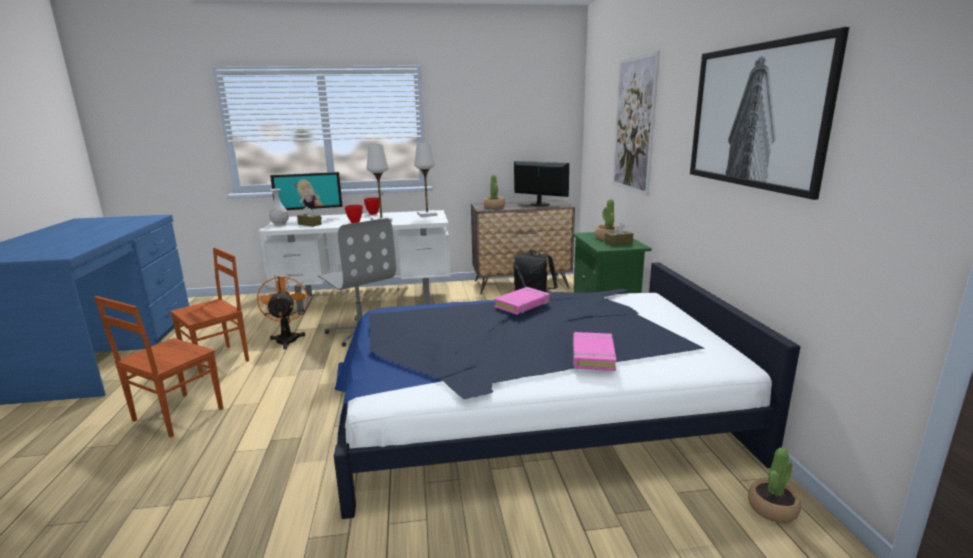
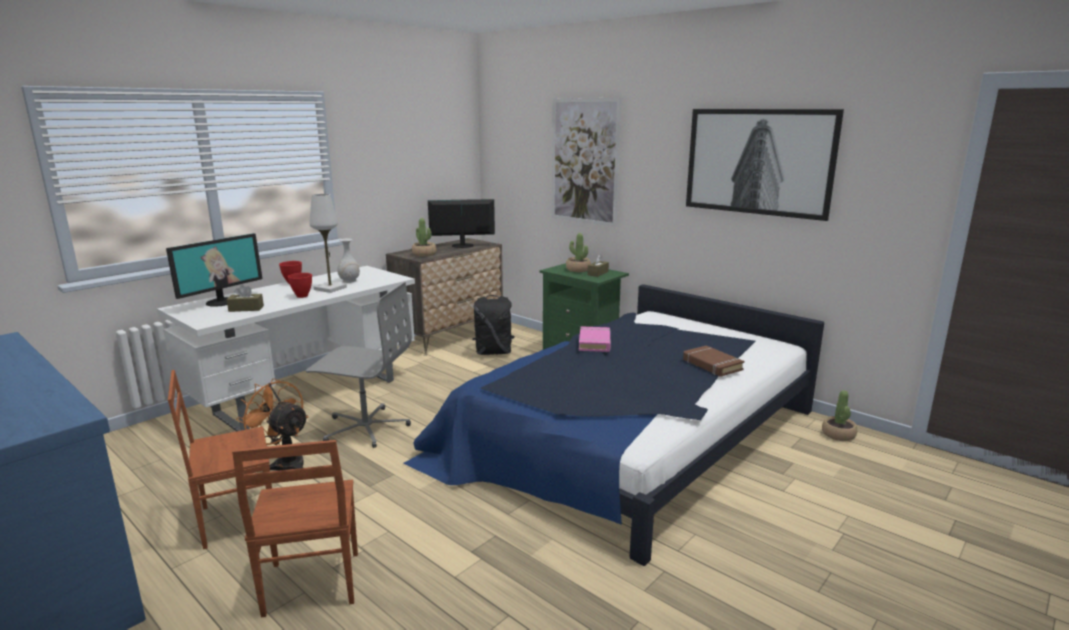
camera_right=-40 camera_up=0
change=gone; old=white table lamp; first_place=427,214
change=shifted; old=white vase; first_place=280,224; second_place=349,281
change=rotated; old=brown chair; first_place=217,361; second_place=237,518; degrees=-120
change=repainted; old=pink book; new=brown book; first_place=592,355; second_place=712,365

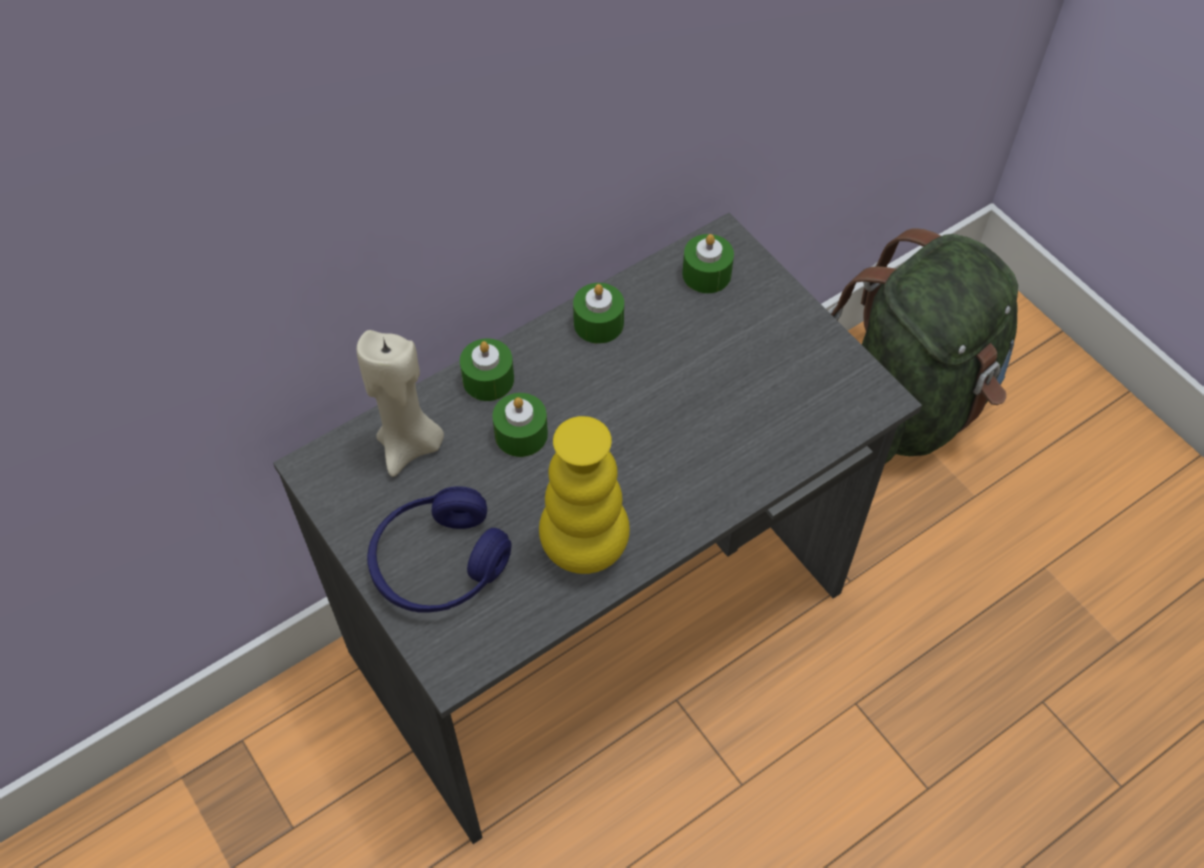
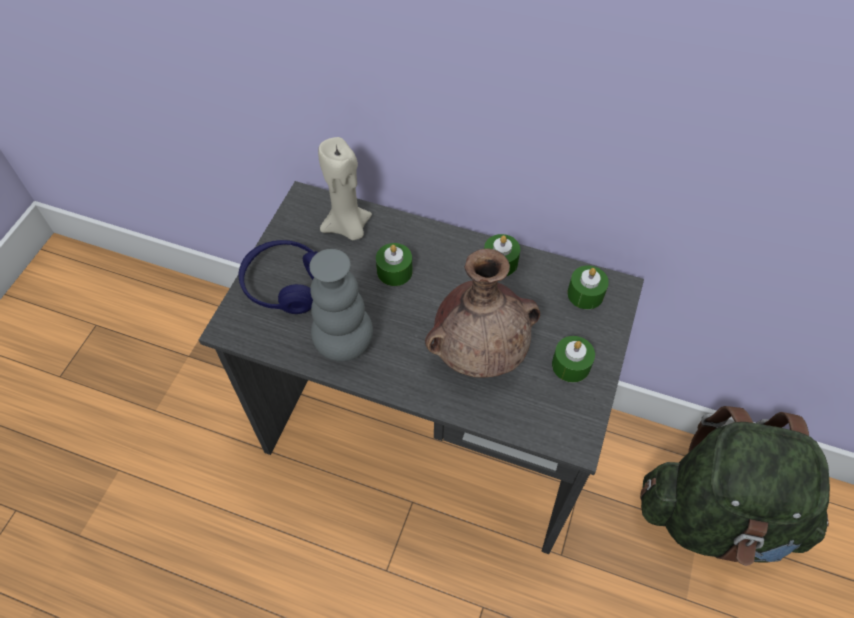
camera_right=55 camera_up=0
change=shifted; old=green candle; first_place=488,379; second_place=571,365
change=repainted; old=yellow vase; new=grey vase; first_place=584,547; second_place=344,344
change=new; new=brown vase; second_place=481,353

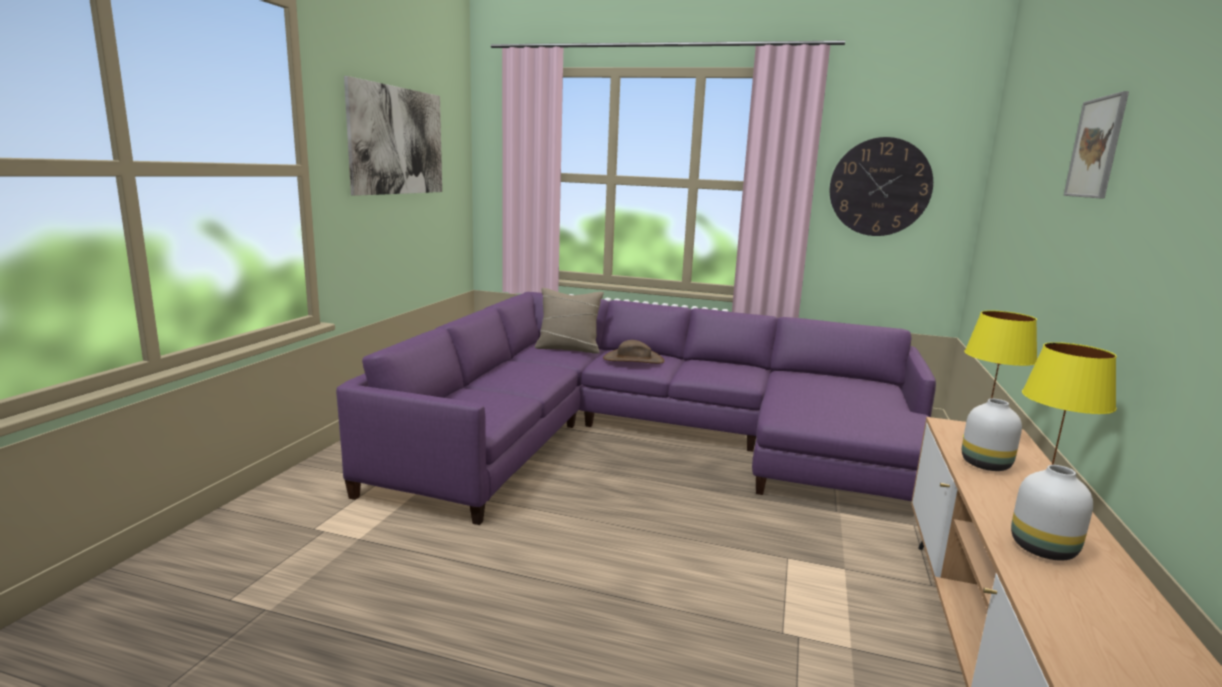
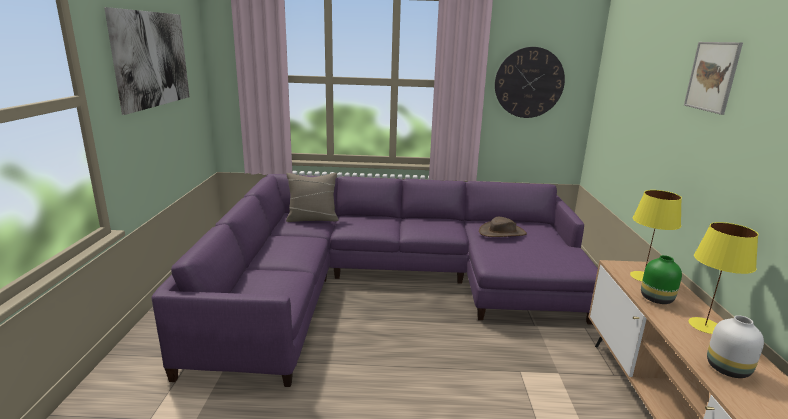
camera_right=-15 camera_up=5
change=shifted; old=brown hat; first_place=633,360; second_place=502,232
change=repainted; old=white vase; new=green vase; first_place=984,464; second_place=655,299

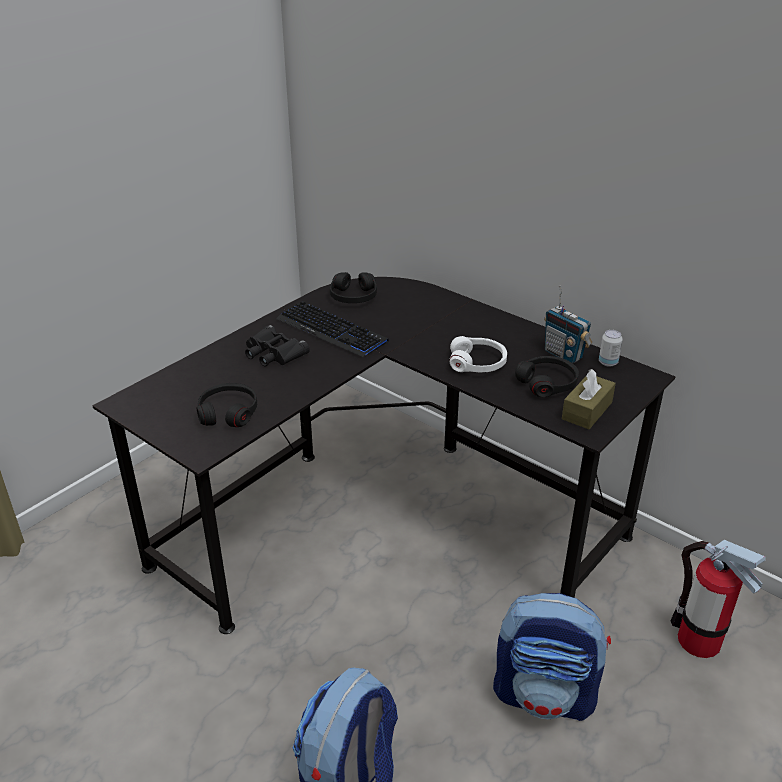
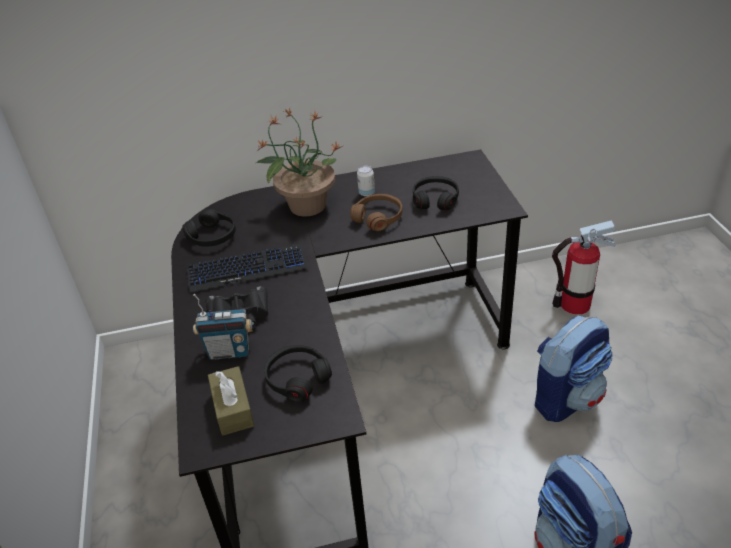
camera_right=-50 camera_up=5
change=shifted; old=radio; first_place=563,354; second_place=229,351
change=shifted; old=can; first_place=608,362; second_place=366,193
change=repainted; old=white headphones; new=brown headphones; first_place=477,363; second_place=378,217
change=shifted; old=brown tissue box; first_place=587,410; second_place=233,408
change=new; new=potted plant; second_place=306,205

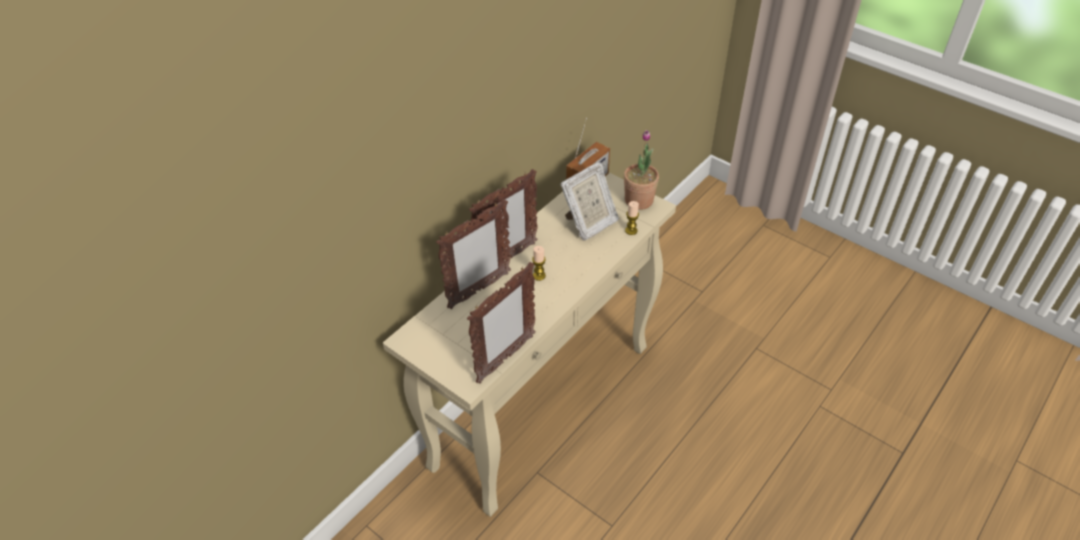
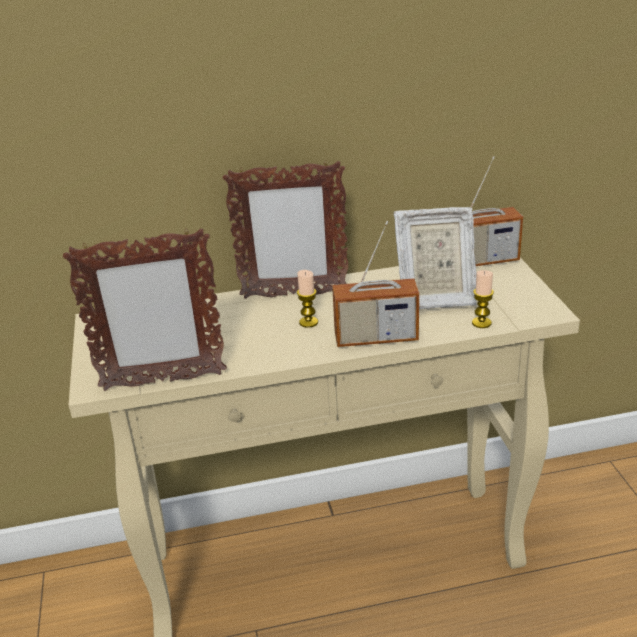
camera_right=40 camera_up=-15
change=gone; old=potted plant; first_place=639,200
change=gone; old=picture frame; first_place=478,290
change=new; new=radio; second_place=376,338

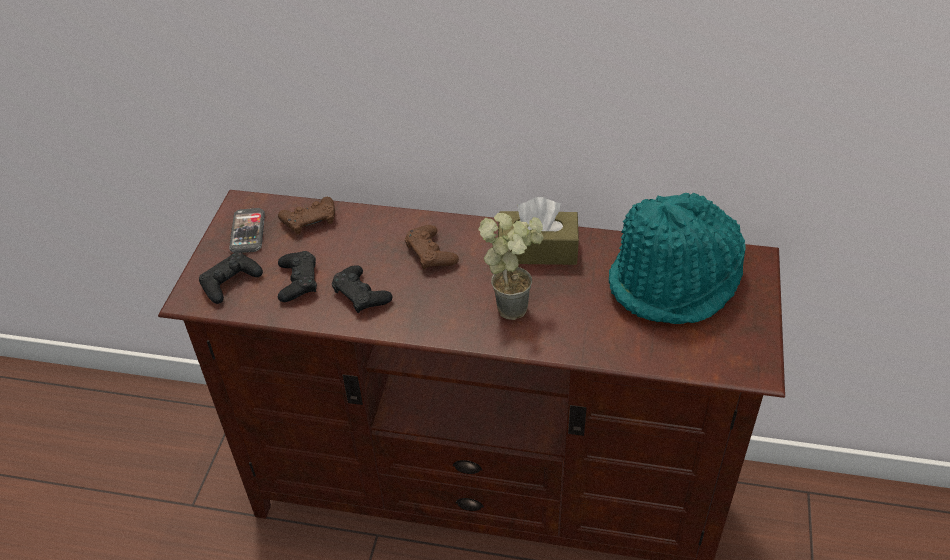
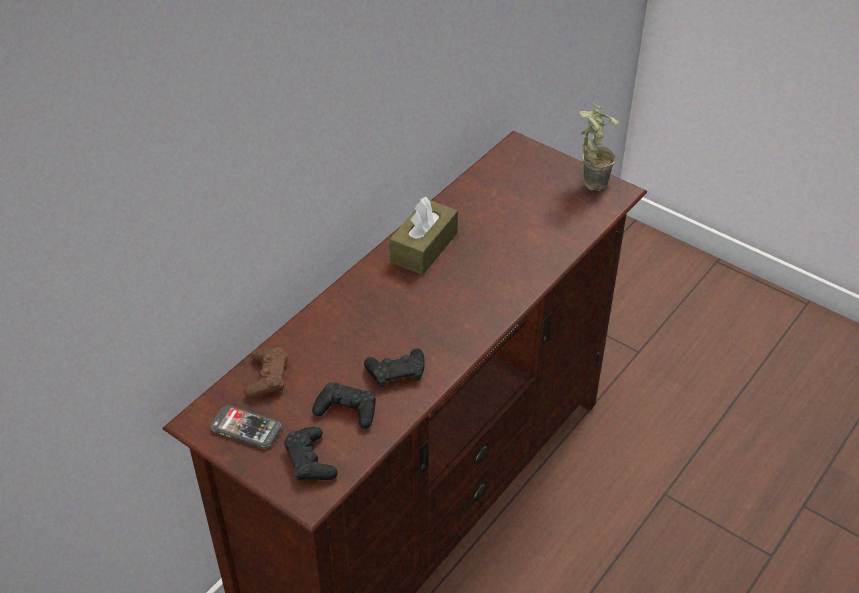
camera_right=-65 camera_up=0
change=gone; old=turquoise hat; first_place=675,282
change=shifted; old=potted plant; first_place=514,303; second_place=589,180
change=gone; old=brown game controller; first_place=430,253

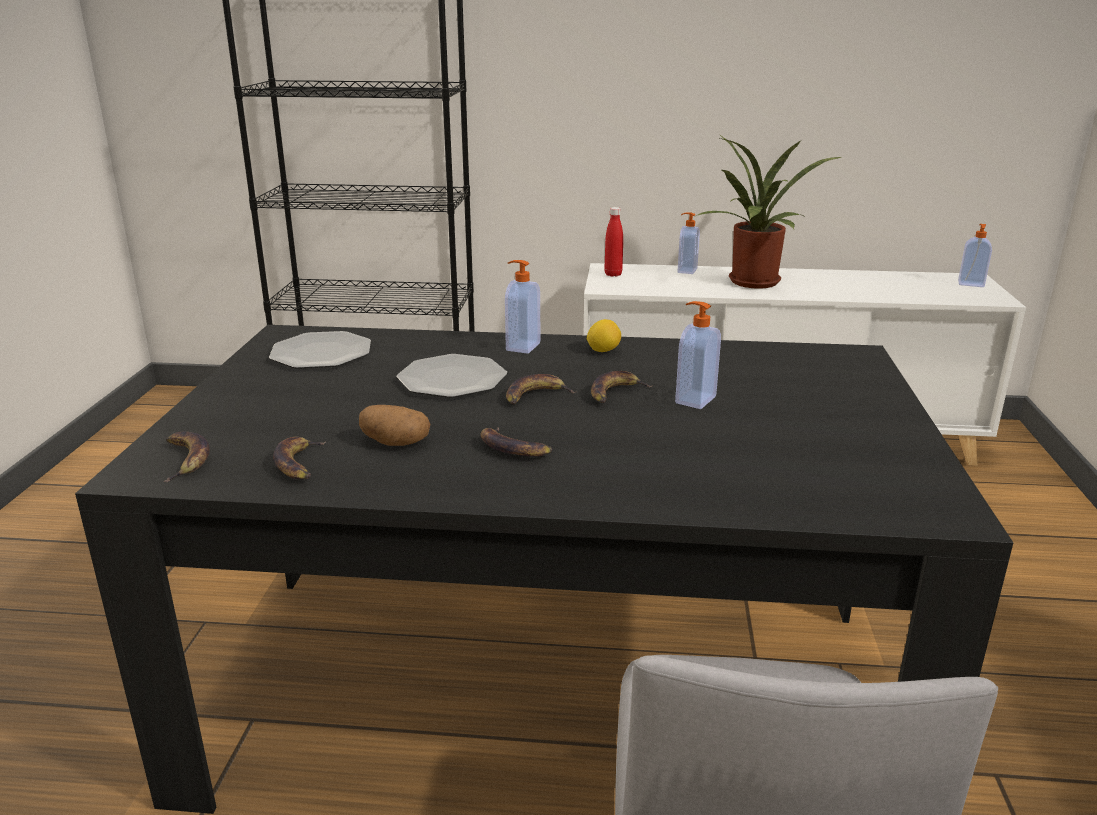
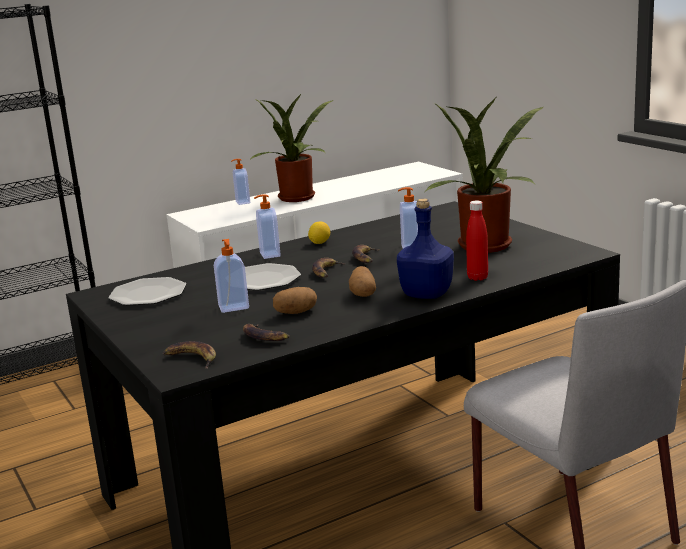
camera_right=-35 camera_up=-5
change=shifted; old=red bottle; first_place=613,274; second_place=477,277
change=shifted; old=soap dispenser; first_place=971,284; second_place=234,308
change=swapped; old=banana; new=potato; first_place=513,448; second_place=363,293
change=new; new=potted plant; second_place=488,247
change=new; new=blue bottle; second_place=425,294

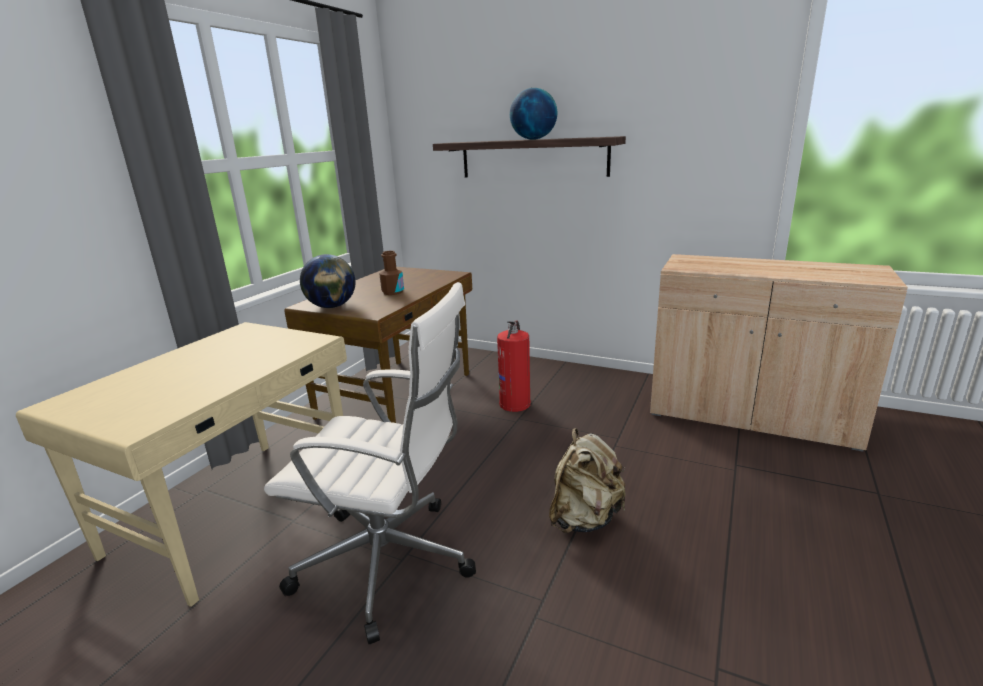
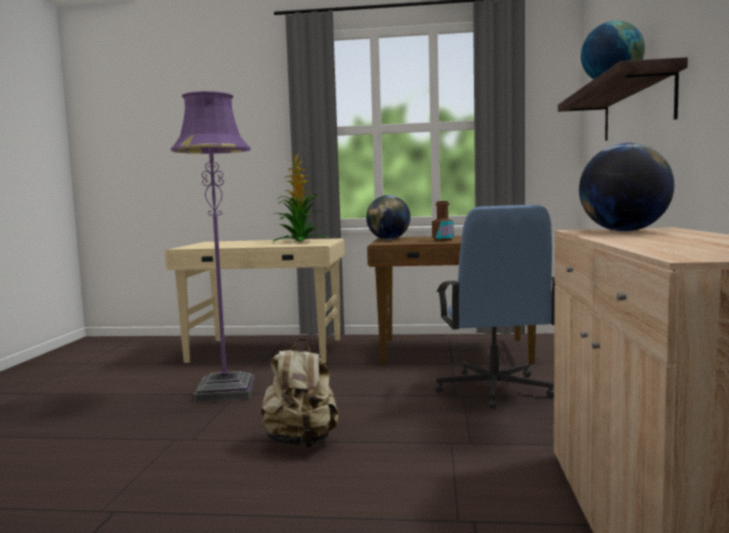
camera_right=70 camera_up=-15
change=swapped; old=white office chair; new=purple floor lamp; first_place=390,563; second_place=225,392
change=swapped; old=fire extinguisher; new=blue office chair; first_place=515,403; second_place=494,389
change=new; new=globe; second_place=624,231
change=new; new=potted plant; second_place=300,242

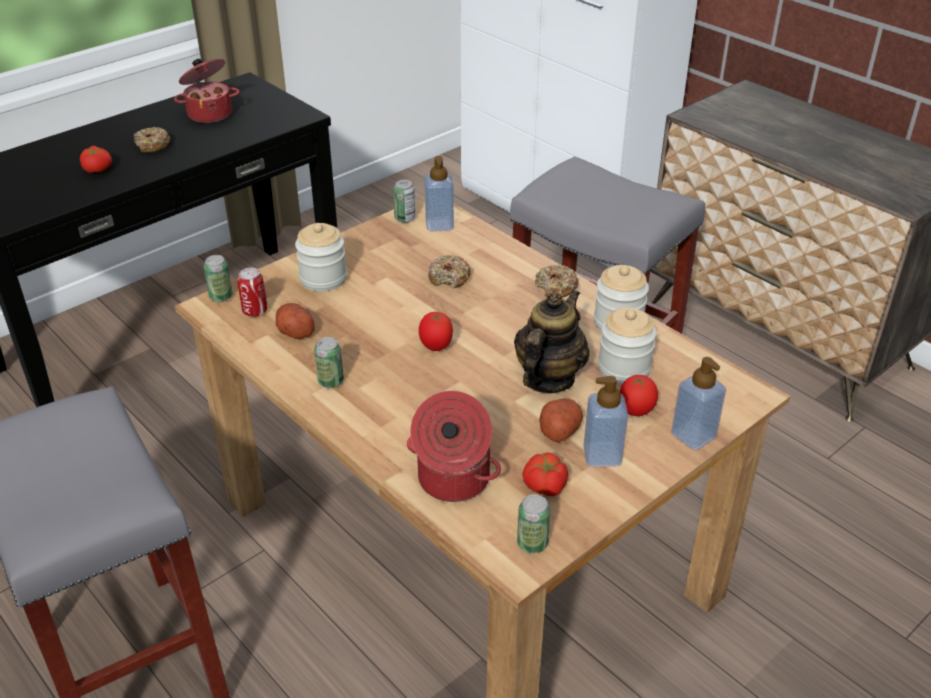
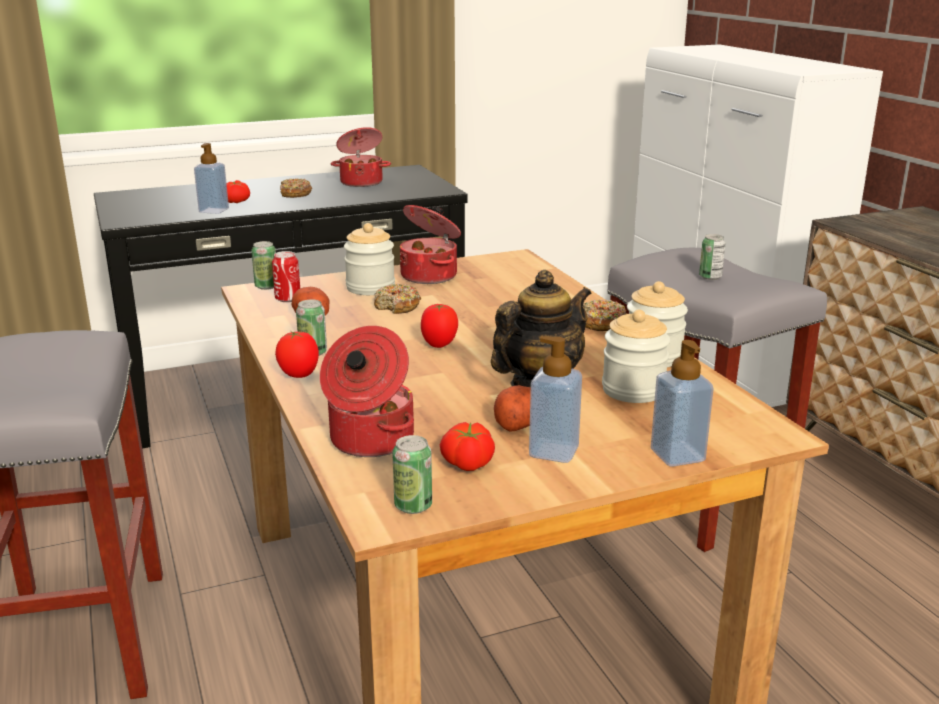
camera_right=20 camera_up=-15
change=shifted; old=soap dispenser; first_place=439,225; second_place=214,210
change=shifted; old=can; first_place=405,218; second_place=710,277
change=shifted; old=donut; first_place=449,278; second_place=397,306
change=shifted; old=tomato; first_place=635,411; second_place=299,376
change=new; new=cooking pot; second_place=430,276

